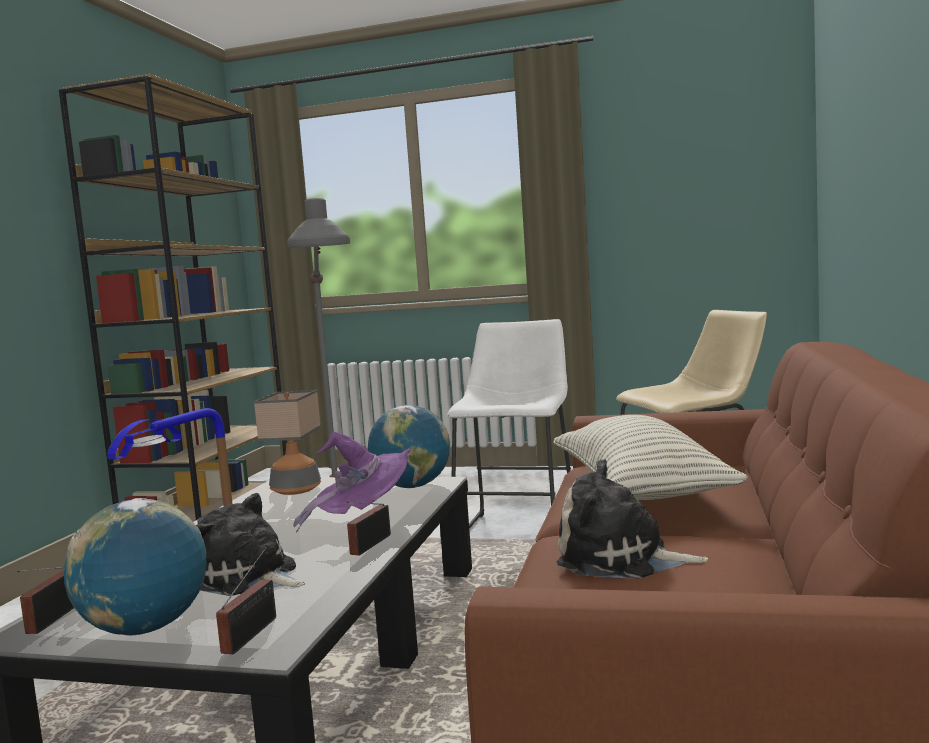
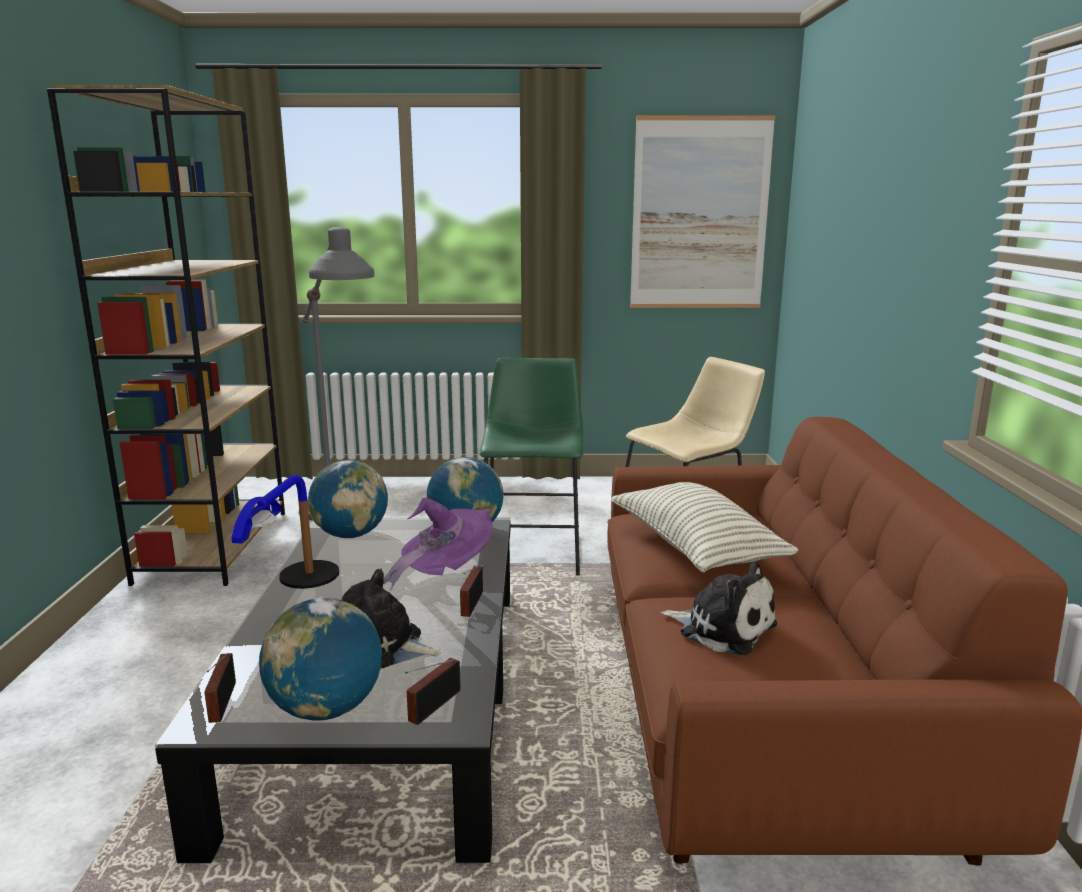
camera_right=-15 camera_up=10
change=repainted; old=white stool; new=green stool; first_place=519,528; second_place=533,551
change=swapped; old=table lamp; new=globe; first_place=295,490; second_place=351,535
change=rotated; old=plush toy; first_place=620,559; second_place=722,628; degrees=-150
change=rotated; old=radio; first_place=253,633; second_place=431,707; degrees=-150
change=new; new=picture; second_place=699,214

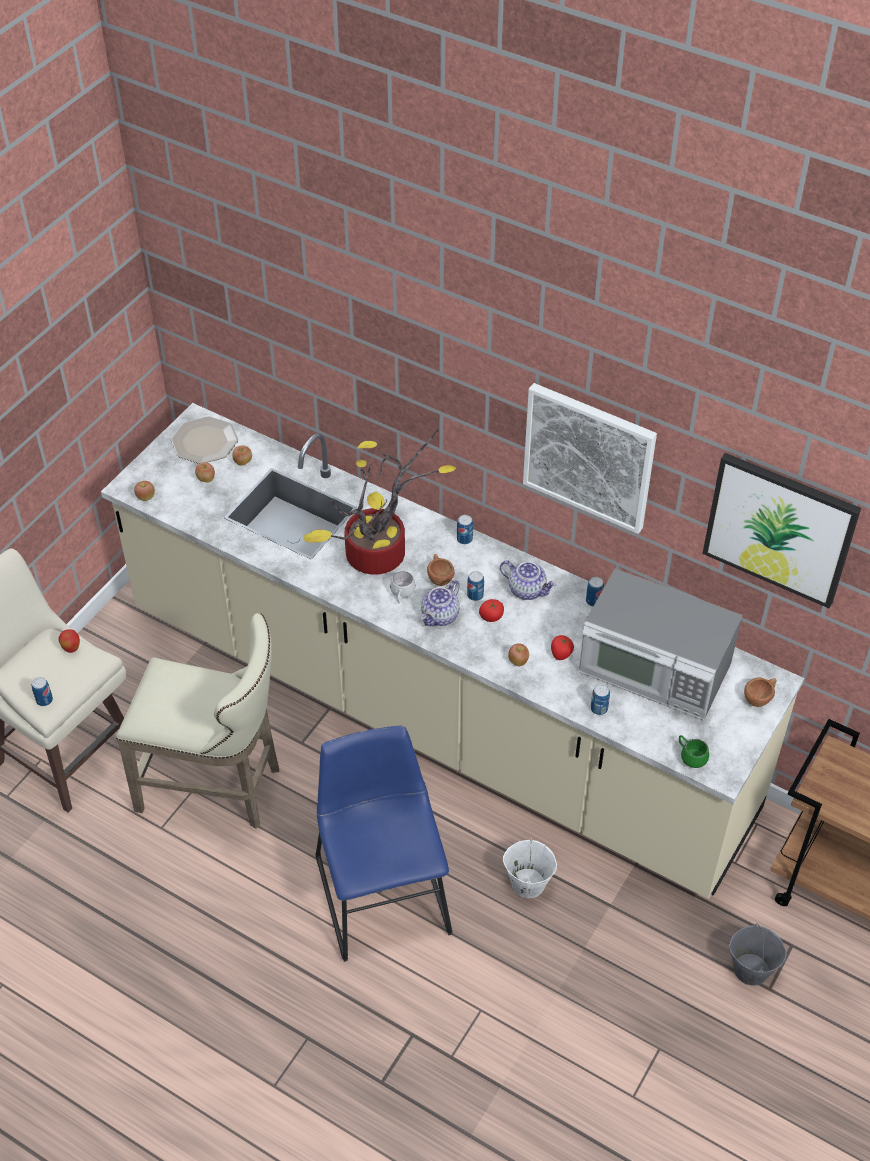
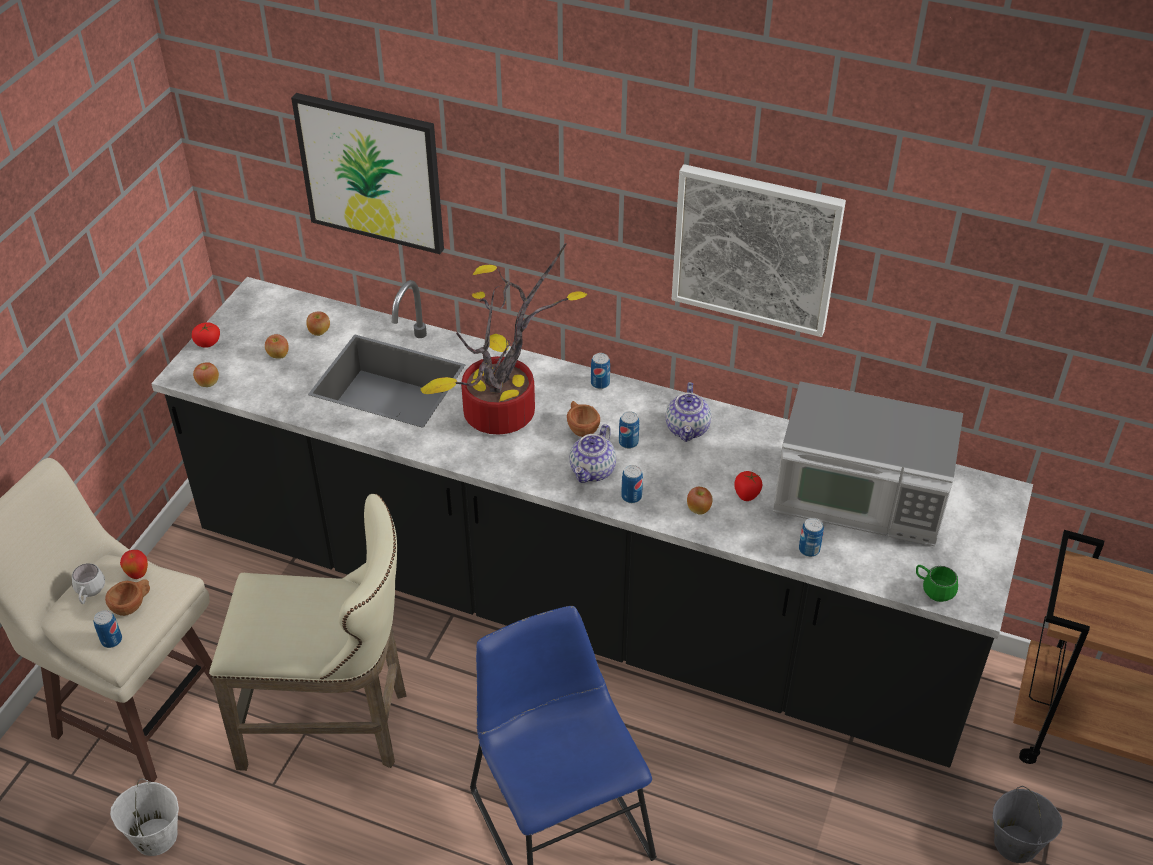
camera_right=-10 camera_up=-5
change=repainted; old=beige counter; new=black counter; first_place=434,711; second_place=576,601
change=gone; old=plate; first_place=204,442
change=shifted; old=picture; first_place=779,529; second_place=371,172
change=rotated; old=teapot; first_place=527,590; second_place=688,429; degrees=75
change=shifted; old=white mug; first_place=402,596; second_place=90,594
change=shifted; old=can; first_place=593,601; second_place=631,497
change=shifted; old=tomato; first_place=491,617; second_place=207,343
change=shifted; old=brown cup; first_place=760,698; second_place=132,605
change=shifted; old=white bucket; first_place=527,883; second_place=155,837

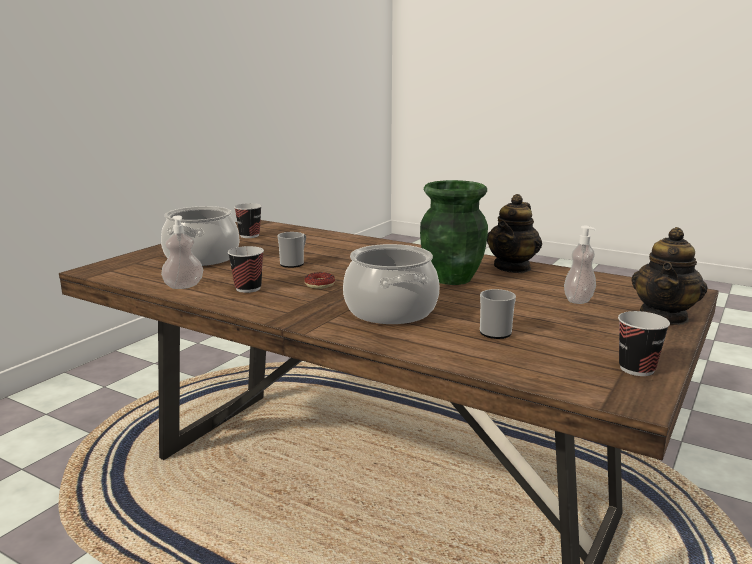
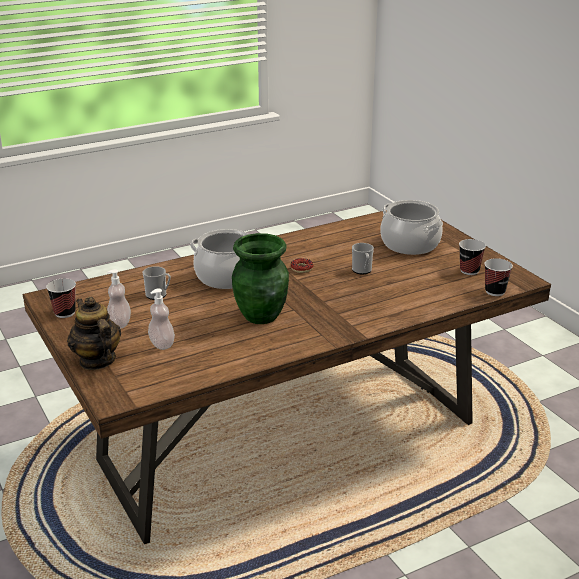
camera_right=120 camera_up=10
change=gone; old=teapot; first_place=512,267
change=shifted; old=soap dispenser; first_place=183,286; second_place=120,323
change=shifted; old=cup; first_place=248,288; second_place=495,291

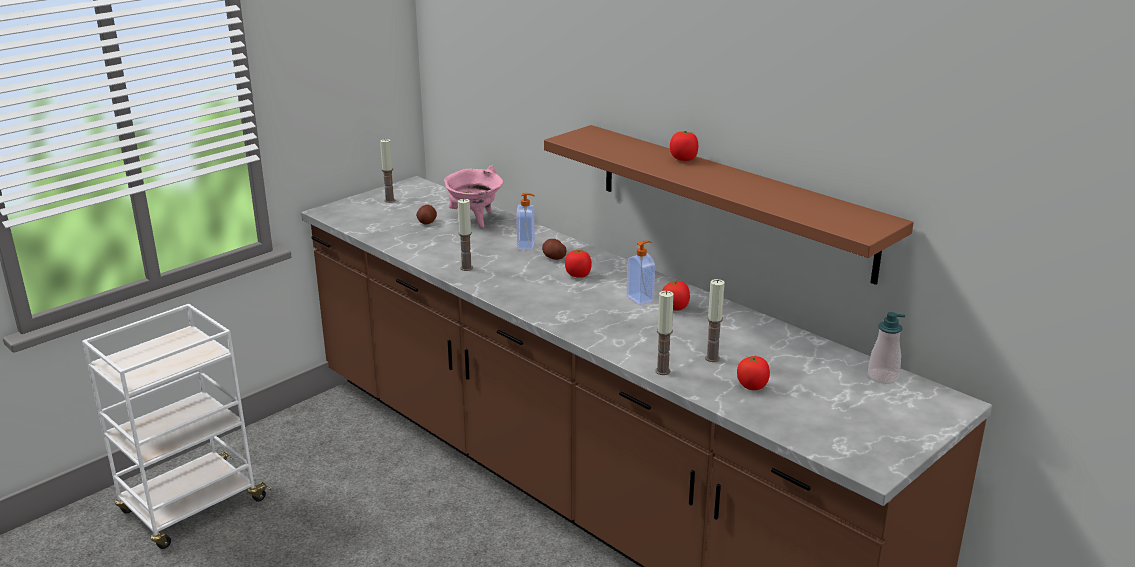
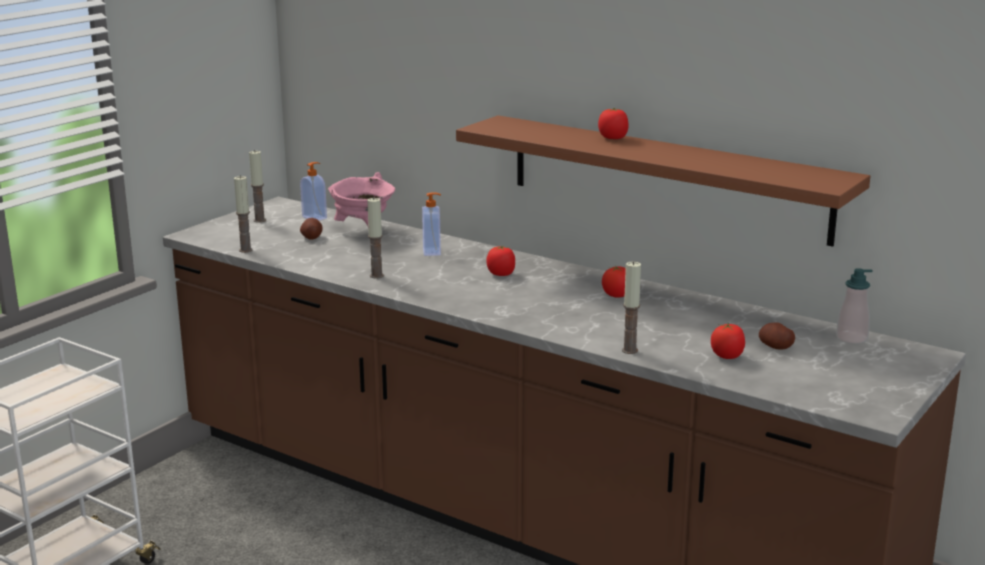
camera_right=-10 camera_up=-5
change=shifted; old=potato; first_place=554,257; second_place=775,347
change=shifted; old=soap dispenser; first_place=640,298; second_place=315,217
change=shifted; old=candle; first_place=712,358; second_place=245,250

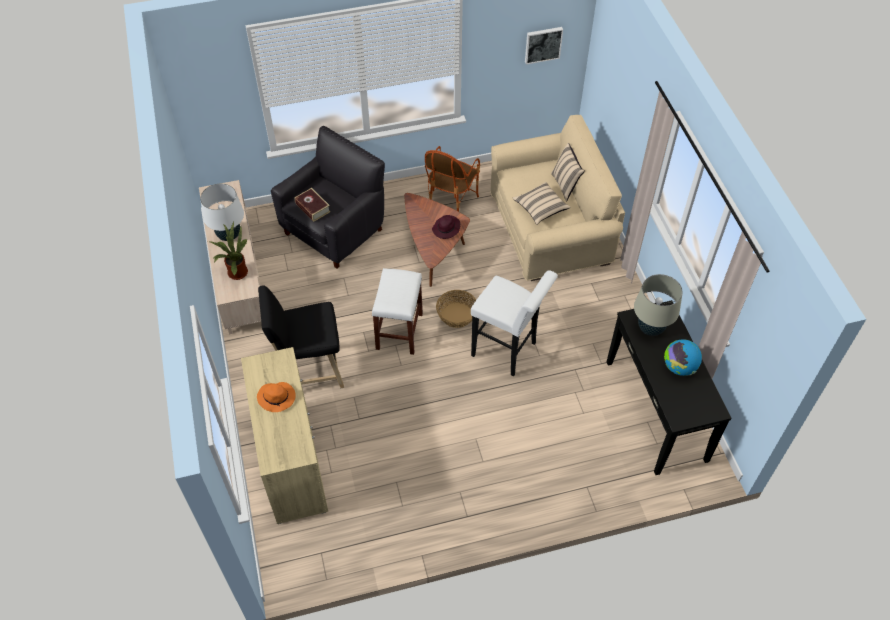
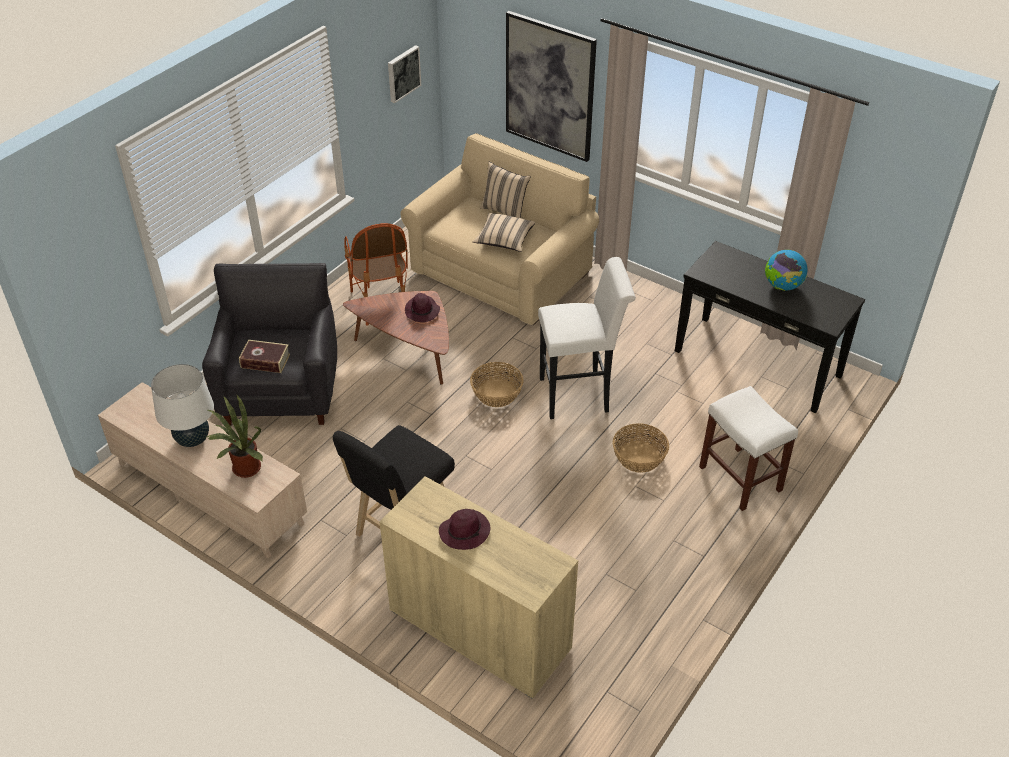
camera_right=-40 camera_up=-10
change=shifted; old=white stool; first_place=399,330; second_place=739,478
change=gone; old=beige table lamp; first_place=650,328
change=repainted; old=orange hat; new=purple hat; first_place=277,398; second_place=465,531
change=new; new=picture; second_place=550,86
change=new; new=basket; second_place=639,456

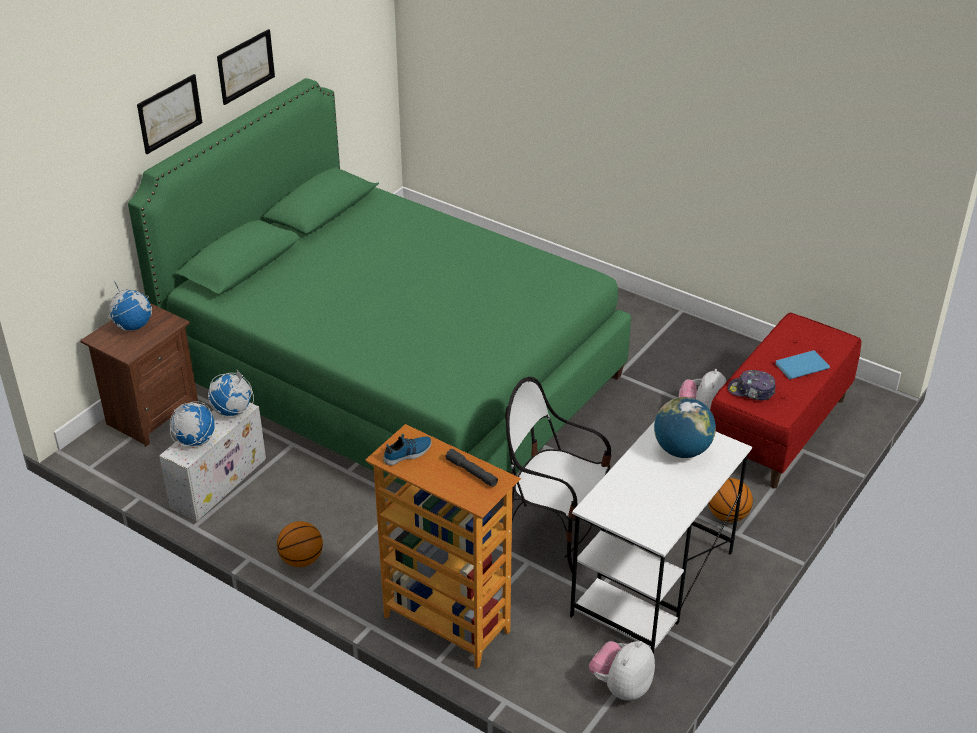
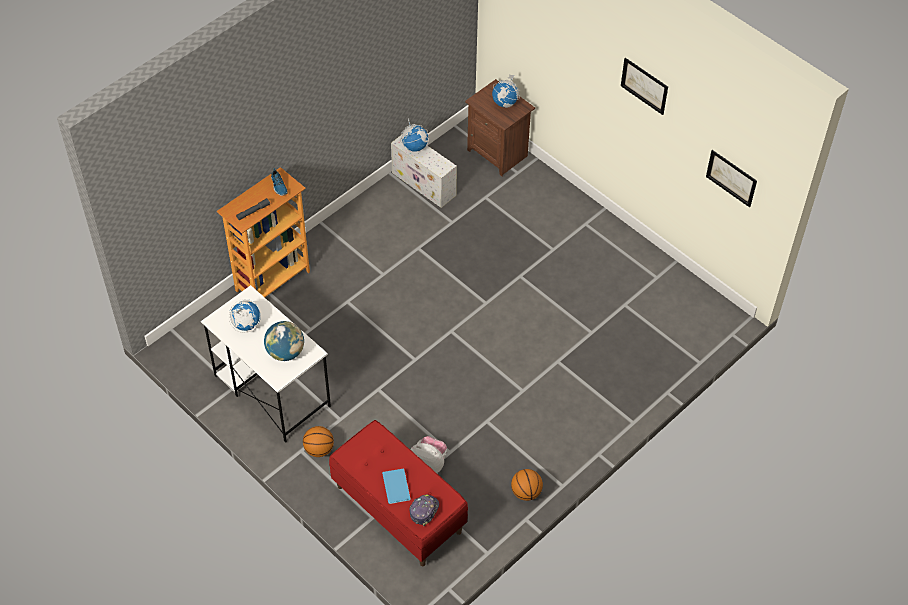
camera_right=100 camera_up=15
change=shifted; old=picture; first_place=169,113; second_place=731,178
change=gone; old=green bed; first_place=394,378
change=shifted; old=globe; first_place=233,411; second_place=246,325
change=shifted; old=cap; first_place=751,391; second_place=423,510
change=gone; old=chair; first_place=553,533
change=shifted; old=basketball; first_place=301,560; second_place=526,492
change=gone; old=plush toy; first_place=621,686

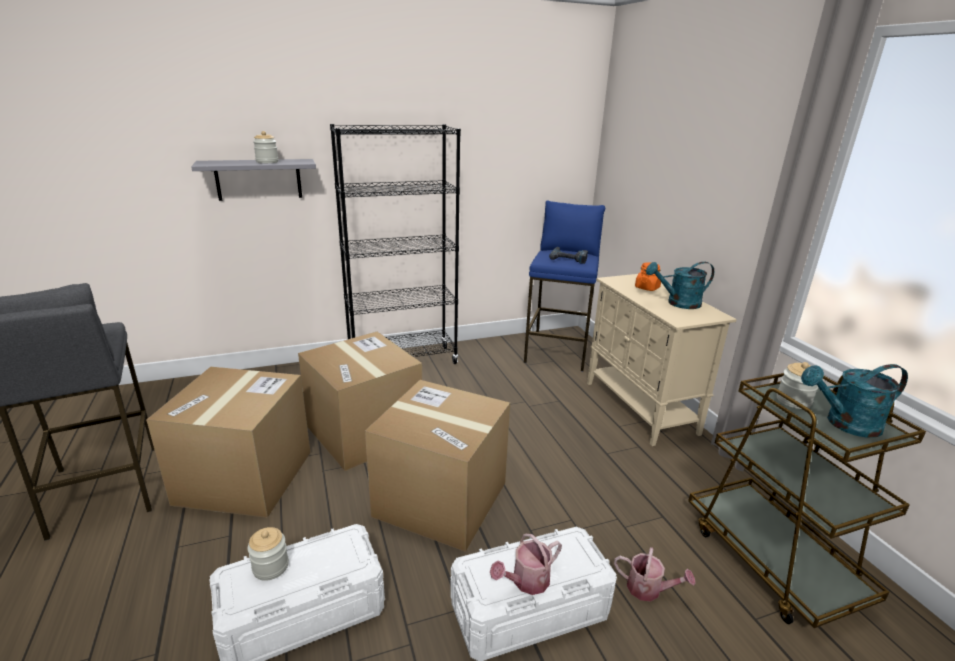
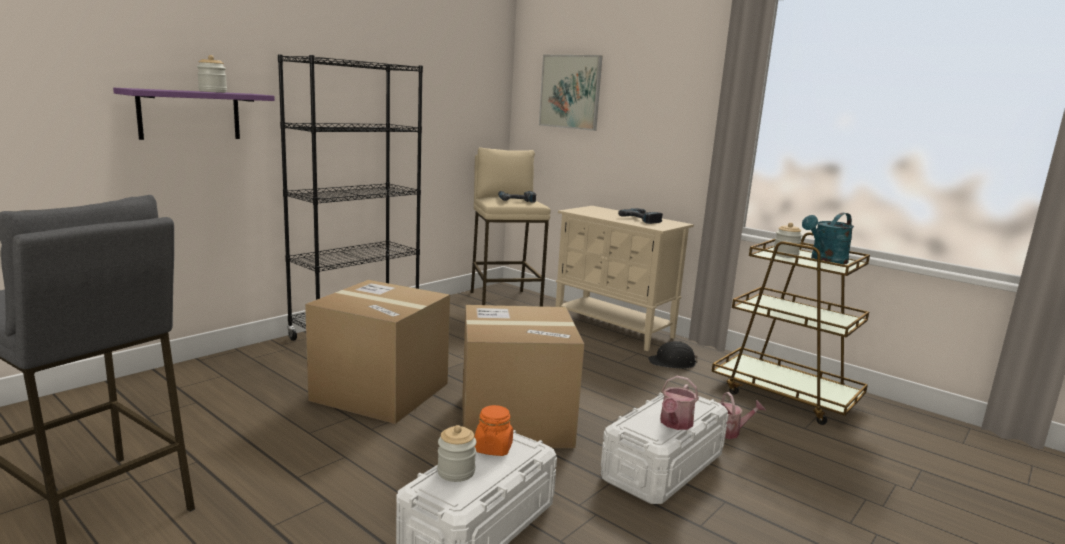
camera_right=-30 camera_up=-10
change=repainted; old=grey shelf; new=purple shelf; first_place=258,179; second_place=190,115
change=repainted; old=blue stool; new=beige stool; first_place=558,351; second_place=504,302
change=shifted; old=orange jar; first_place=647,288; second_place=493,448
change=swapped; old=turquoise watering can; new=power drill; first_place=678,303; second_place=643,219
change=gone; old=cardboard box; first_place=245,477
change=new; new=picture; second_place=570,92
change=new; new=black hard hat; second_place=673,362

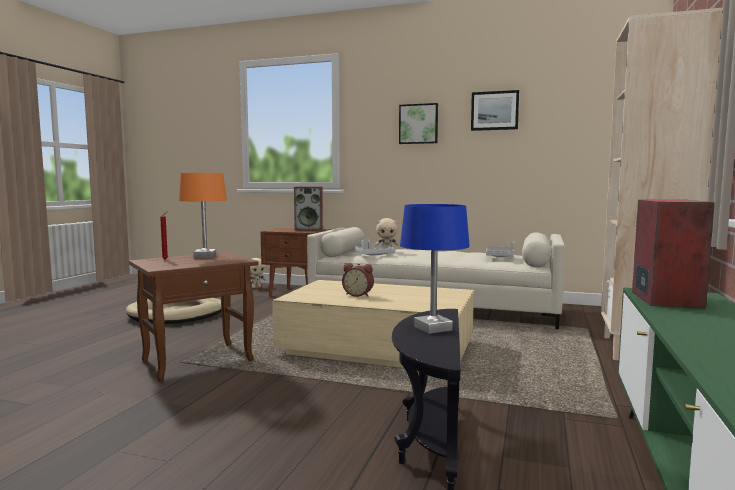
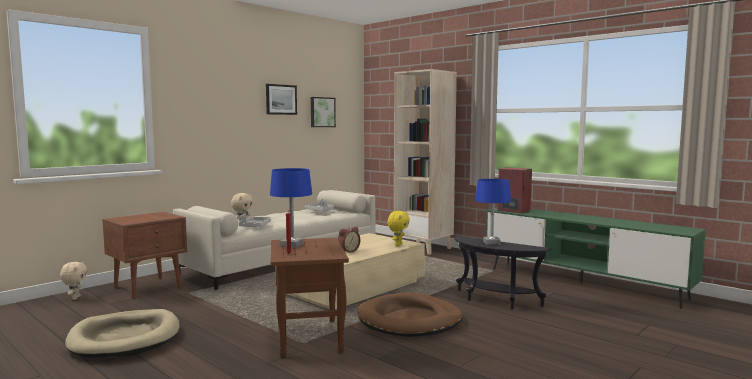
camera_right=-65 camera_up=0
change=shifted; old=picture; first_place=418,124; second_place=322,112
change=repainted; old=orange table lamp; new=blue table lamp; first_place=204,256; second_place=292,245
change=gone; old=speaker; first_place=309,229
change=new; new=yellow plush toy; second_place=398,245
change=new; new=brown dog bed; second_place=409,320

